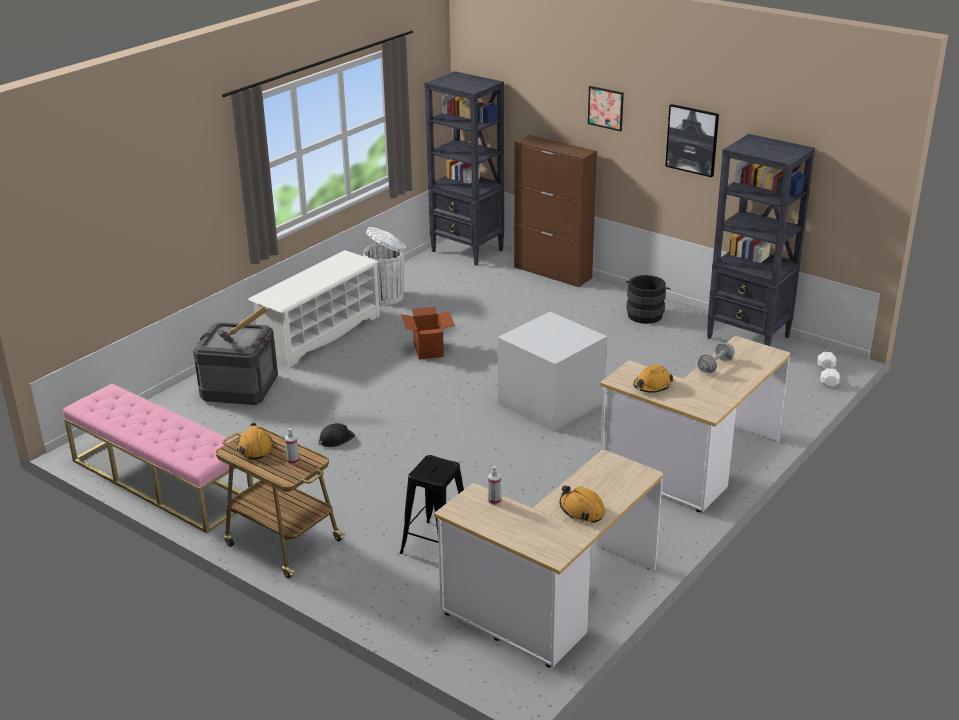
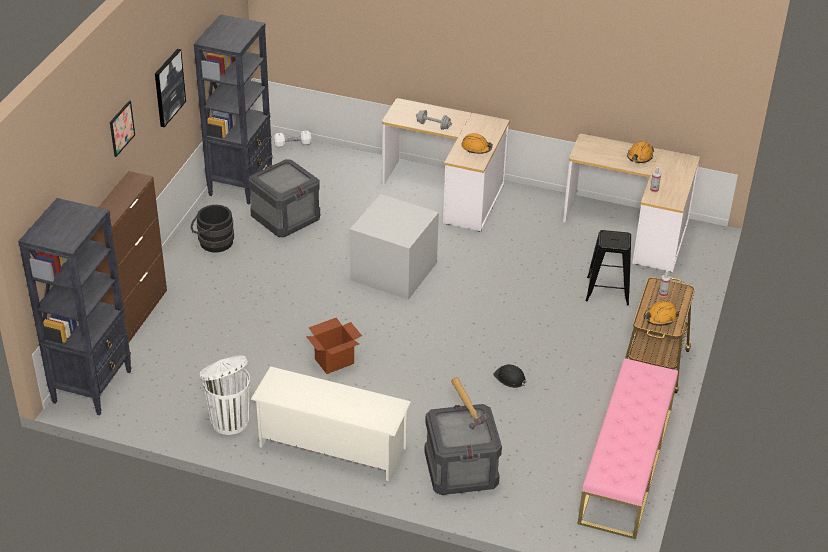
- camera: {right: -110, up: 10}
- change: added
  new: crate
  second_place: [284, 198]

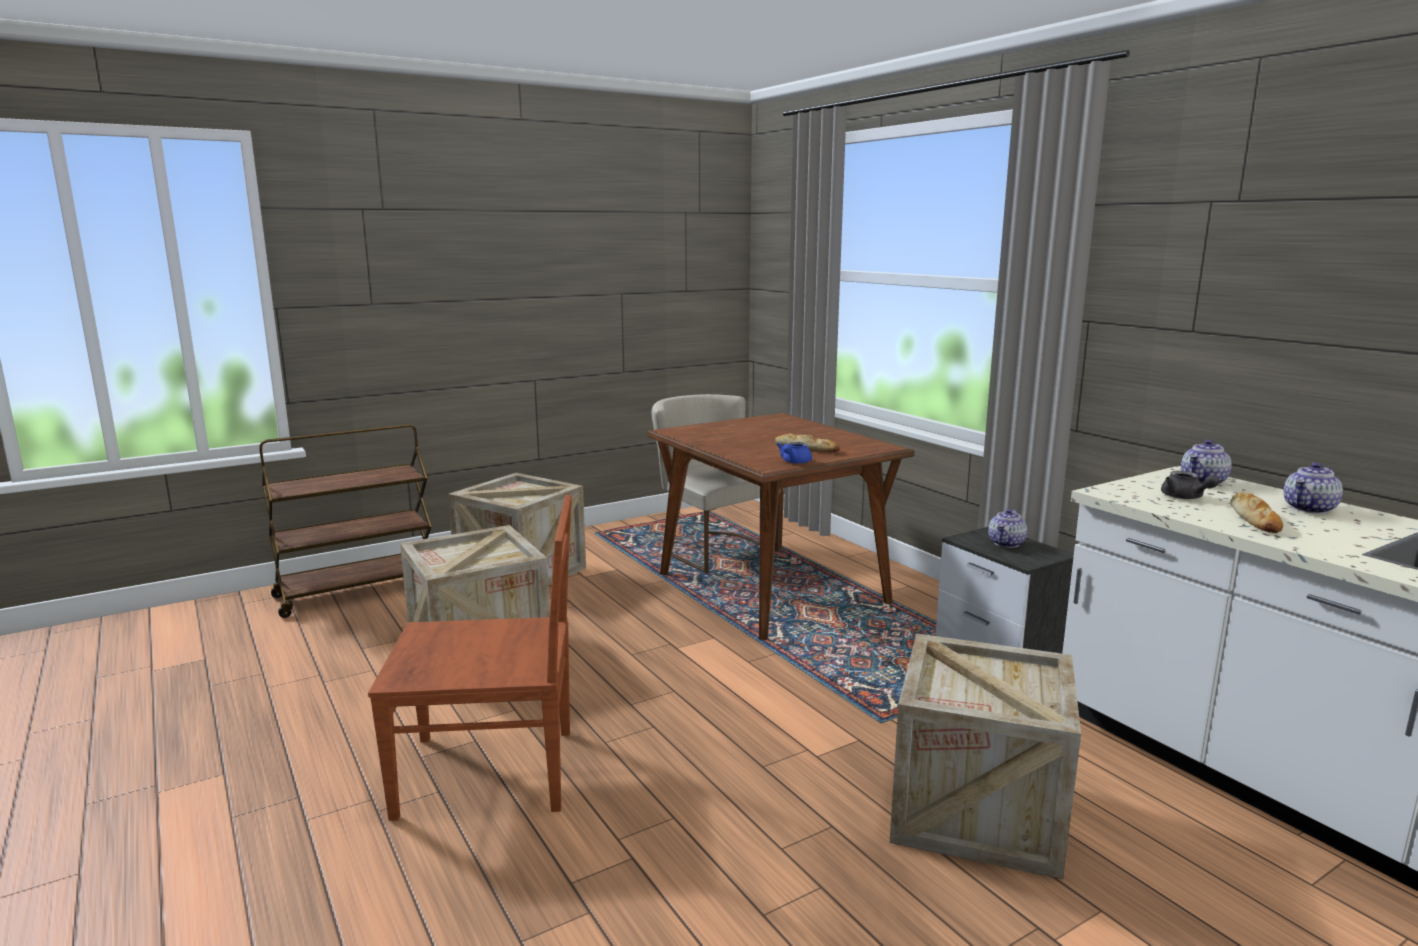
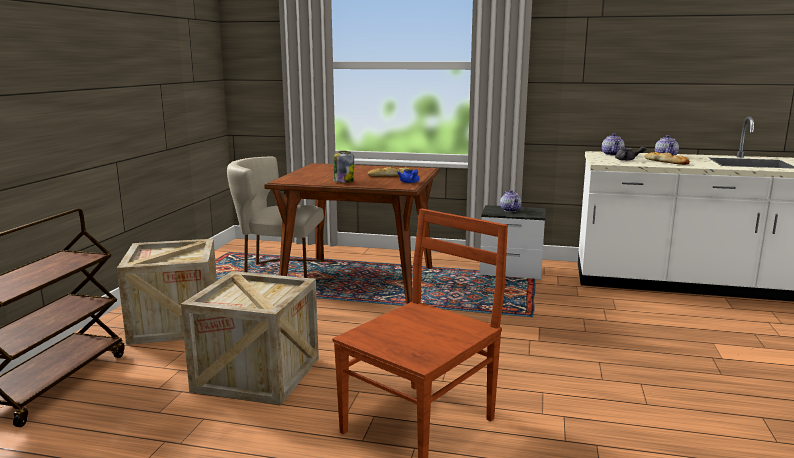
- camera: {right: -45, up: 0}
- change: removed
  old: crate
  first_place: [985, 756]
- change: added
  new: jar
  second_place: [343, 167]

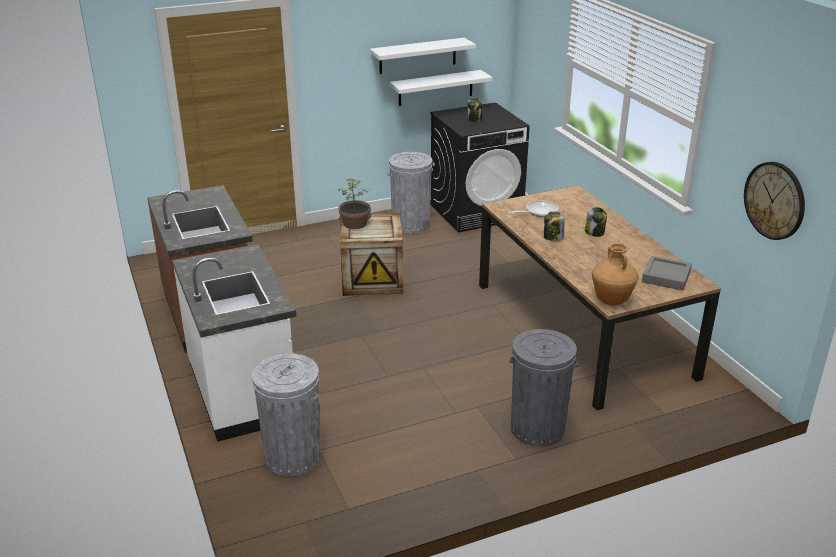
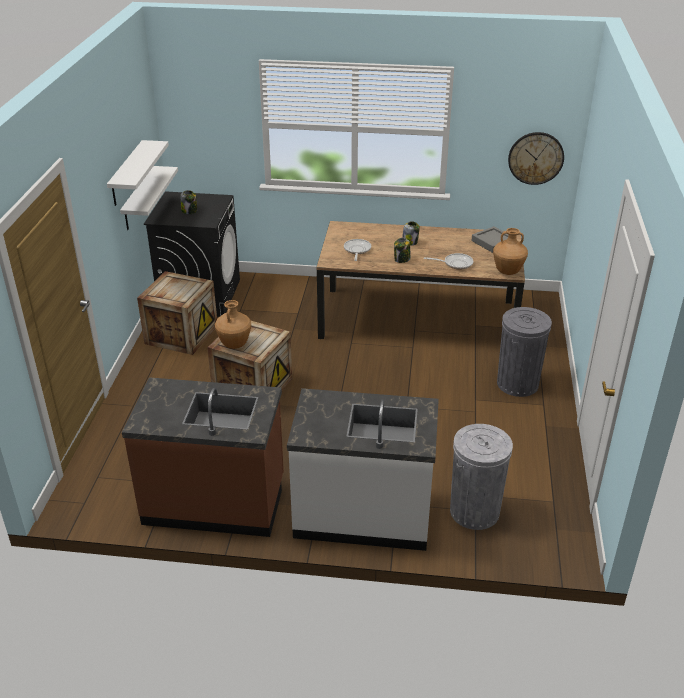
- camera: {right: -60, up: 5}
- change: replaced
  old: grey trash can
  new: crate
  first_place: [410, 192]
  second_place: [177, 313]
- change: replaced
  old: potted plant
  new: brown vase
  first_place: [354, 203]
  second_place: [233, 324]
- change: added
  new: frying pan
  second_place: [448, 261]

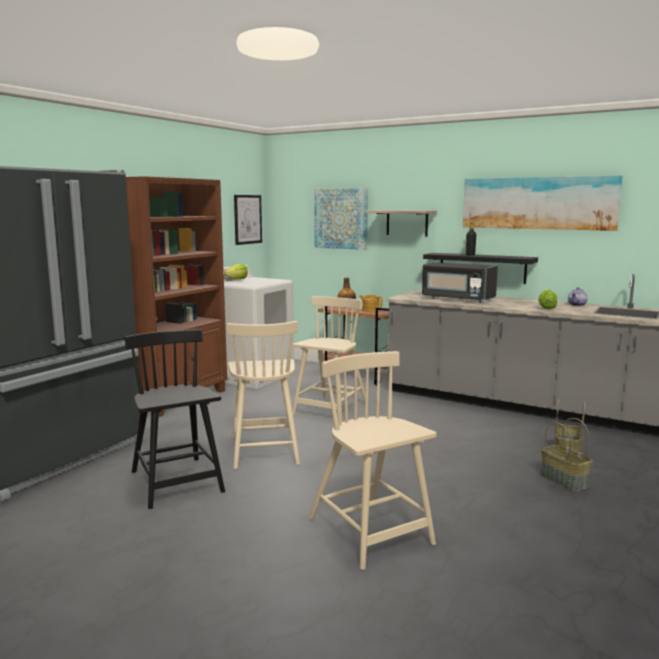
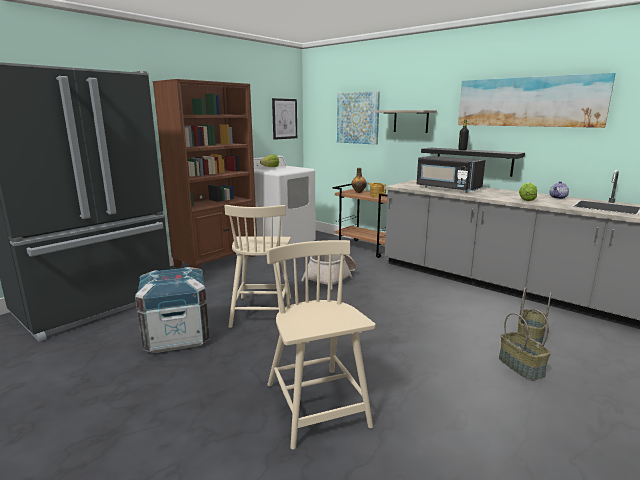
- camera: {right: 10, up: 5}
- change: replaced
  old: beige chair
  new: basket
  first_place: [328, 359]
  second_place: [328, 272]
- change: replaced
  old: black chair
  new: crate
  first_place: [175, 419]
  second_place: [172, 310]

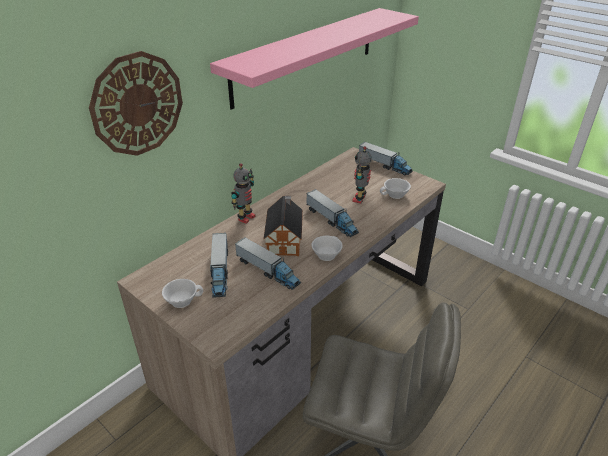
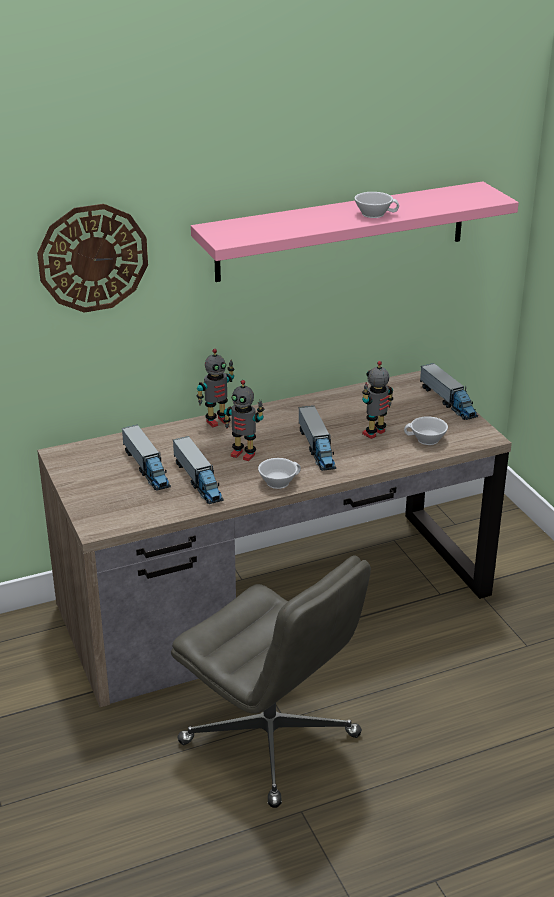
- camera: {right: 25, up: -5}
- change: replaced
  old: toy house
  new: toy robot
  first_place: [283, 226]
  second_place: [243, 420]
- change: turned
  old: toy truck
  first_place: [219, 265]
  second_place: [146, 458]
  degrees: -45
- change: moved
  old: white cup
  first_place: [182, 293]
  second_place: [377, 205]

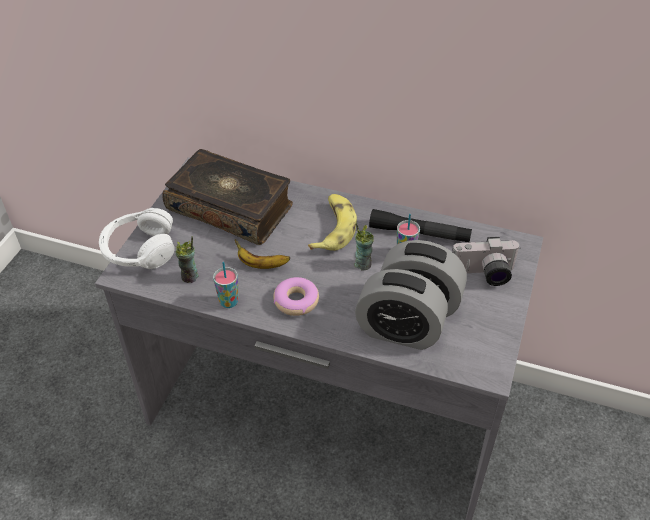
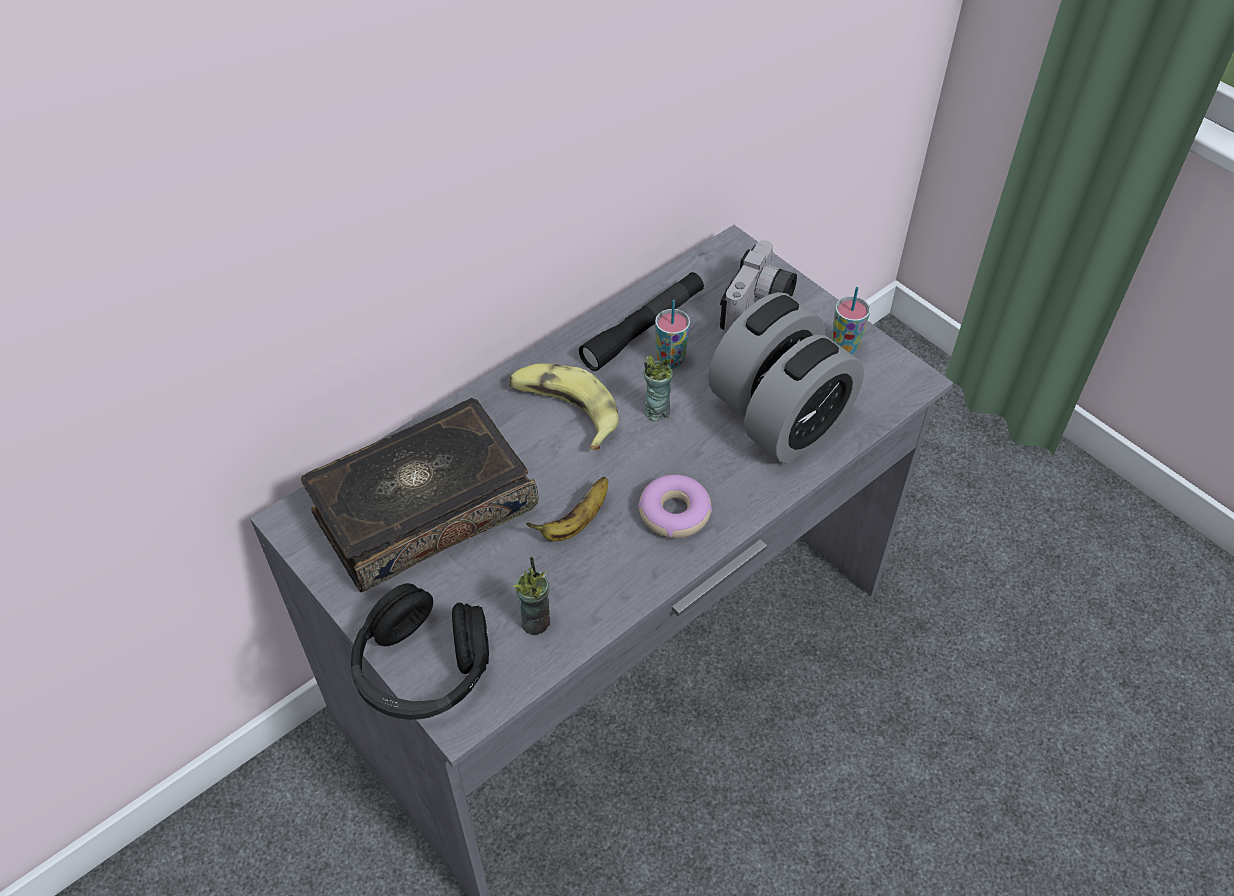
- camera: {right: -60, up: 5}
- change: recoloured
  old: white headphones
  new: black headphones
  first_place: [137, 238]
  second_place: [420, 651]
- change: moved
  old: cup
  first_place: [226, 285]
  second_place: [851, 320]

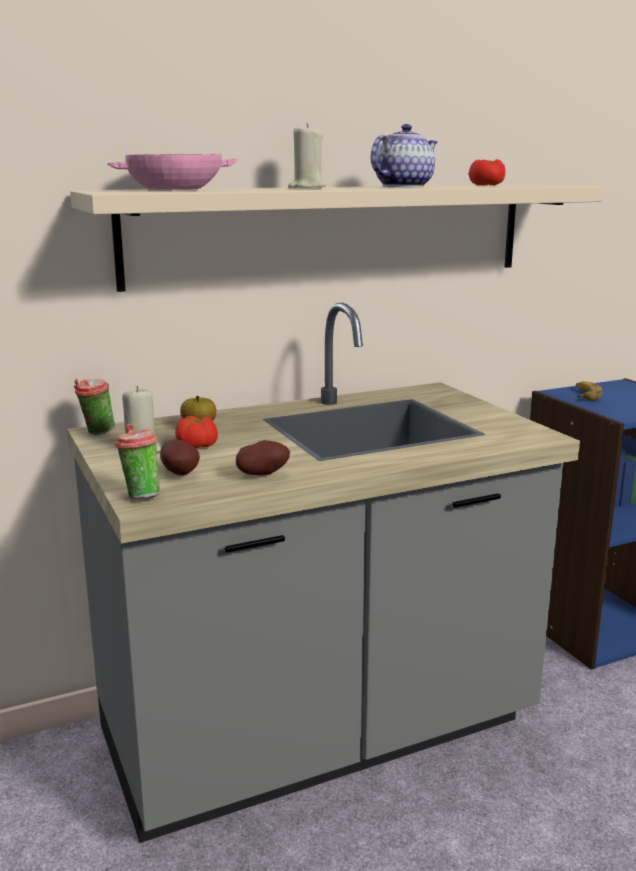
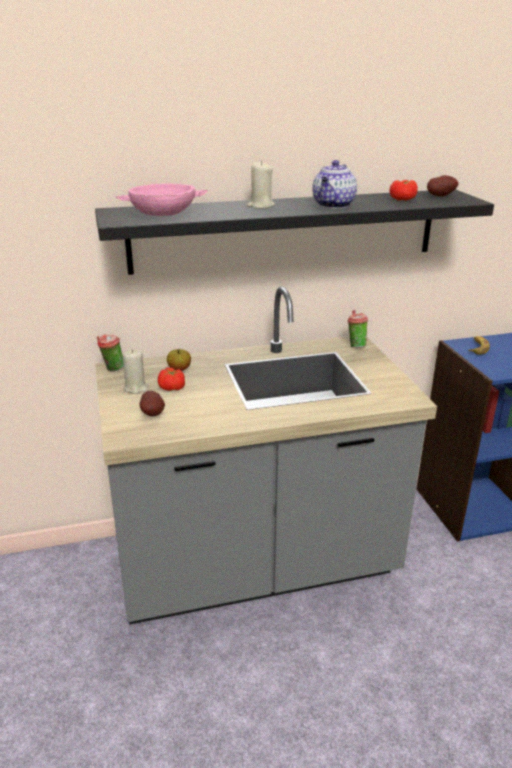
- camera: {right: 10, up: 10}
- change: turned
  old: teapot
  first_place: [404, 155]
  second_place: [334, 184]
  degrees: 150
- change: recoloured
  old: beige shelf
  new: black shelf
  first_place: [337, 238]
  second_place: [294, 232]
- change: moved
  old: cup
  first_place: [137, 461]
  second_place: [358, 329]
- change: moved
  old: potato
  first_place: [263, 457]
  second_place: [443, 186]

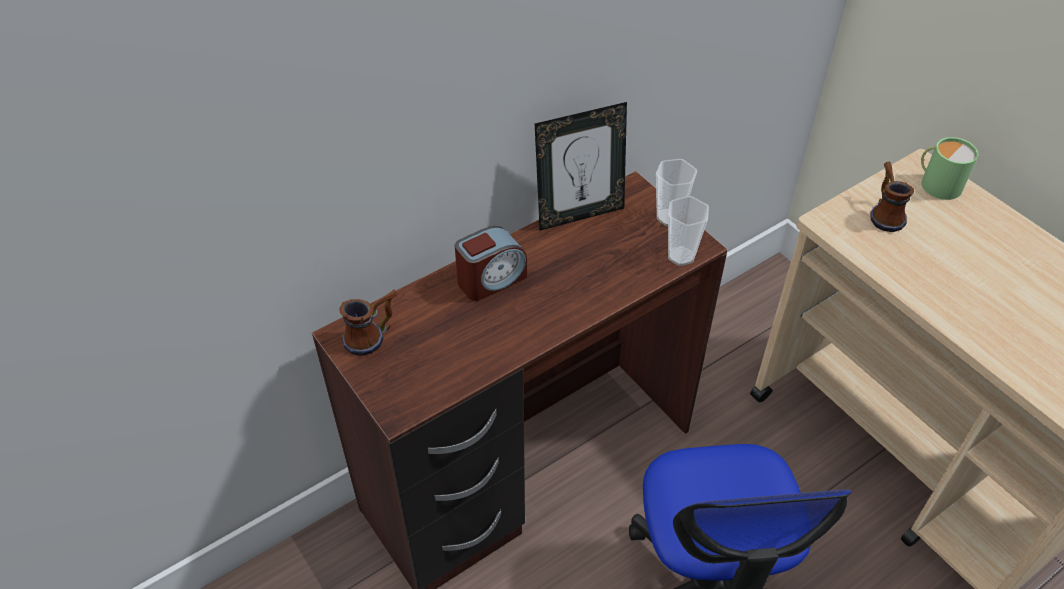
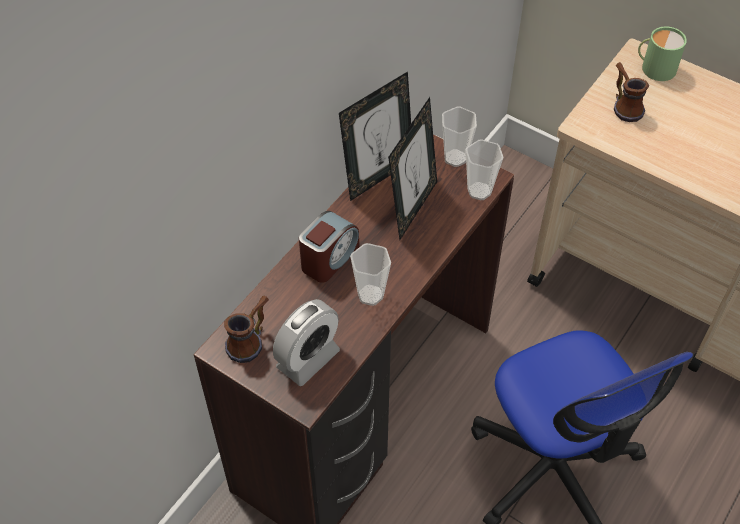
- camera: {right: -20, up: 5}
- change: added
  new: picture frame
  second_place: [412, 168]
- change: added
  new: cup
  second_place: [370, 274]
- change: added
  new: alarm clock
  second_place: [306, 342]

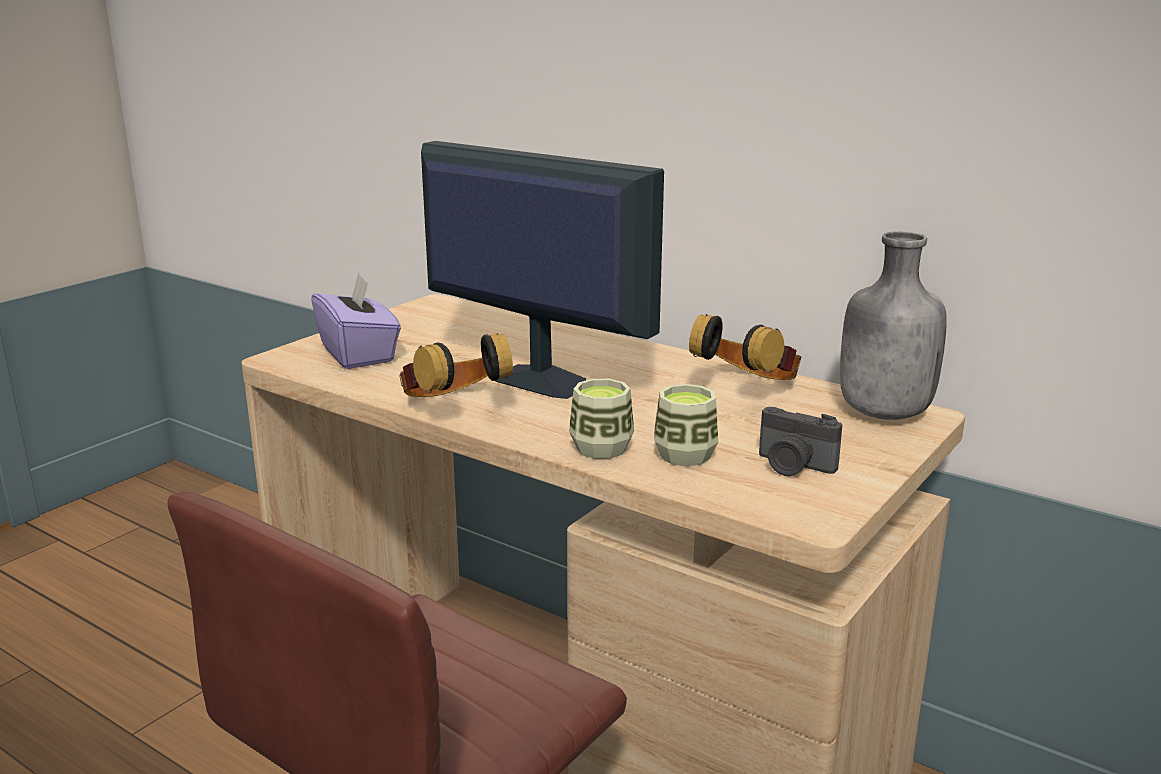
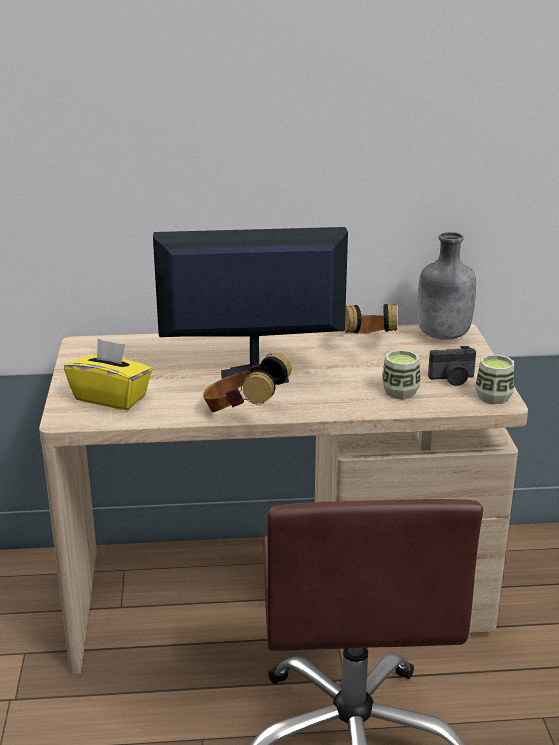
- camera: {right: -40, up: 5}
- change: recoloured
  old: purple tissue box
  new: yellow tissue box
  first_place: [356, 321]
  second_place: [108, 374]
- change: moved
  old: cup
  first_place: [601, 419]
  second_place: [494, 379]

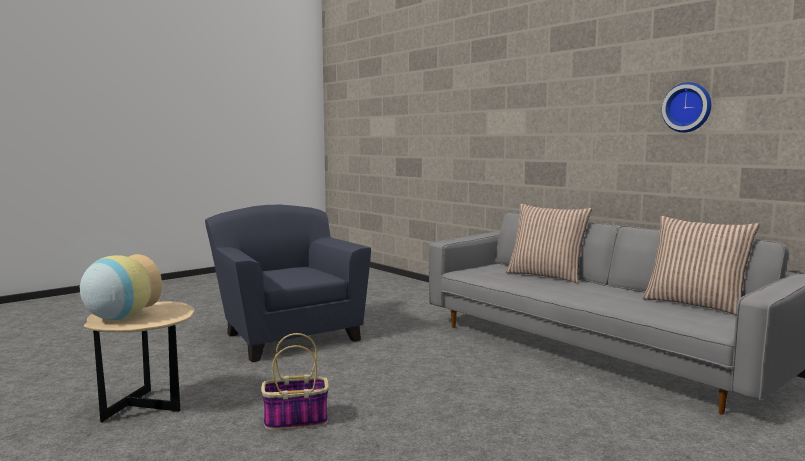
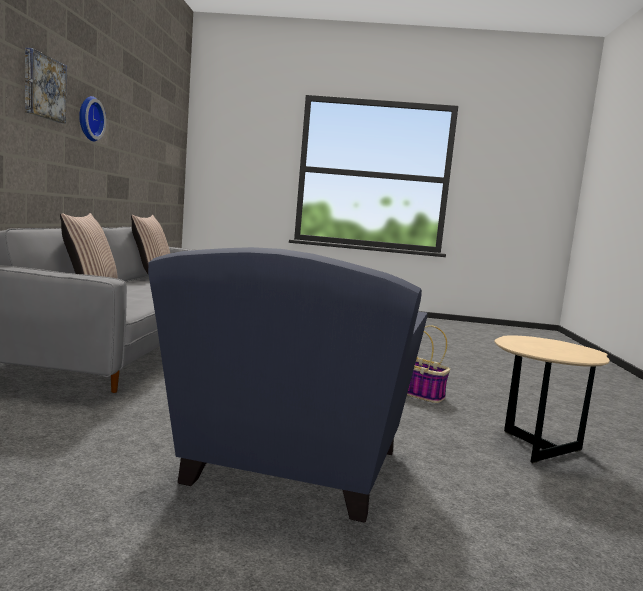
- camera: {right: -135, up: 0}
- change: removed
  old: vase
  first_place: [121, 287]
- change: added
  new: picture
  second_place: [46, 86]

